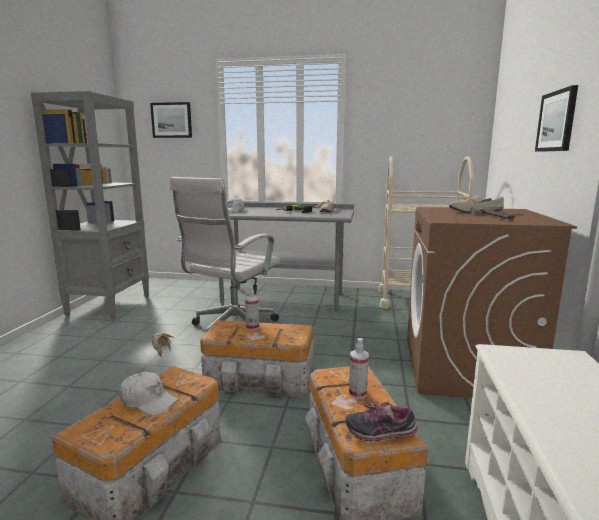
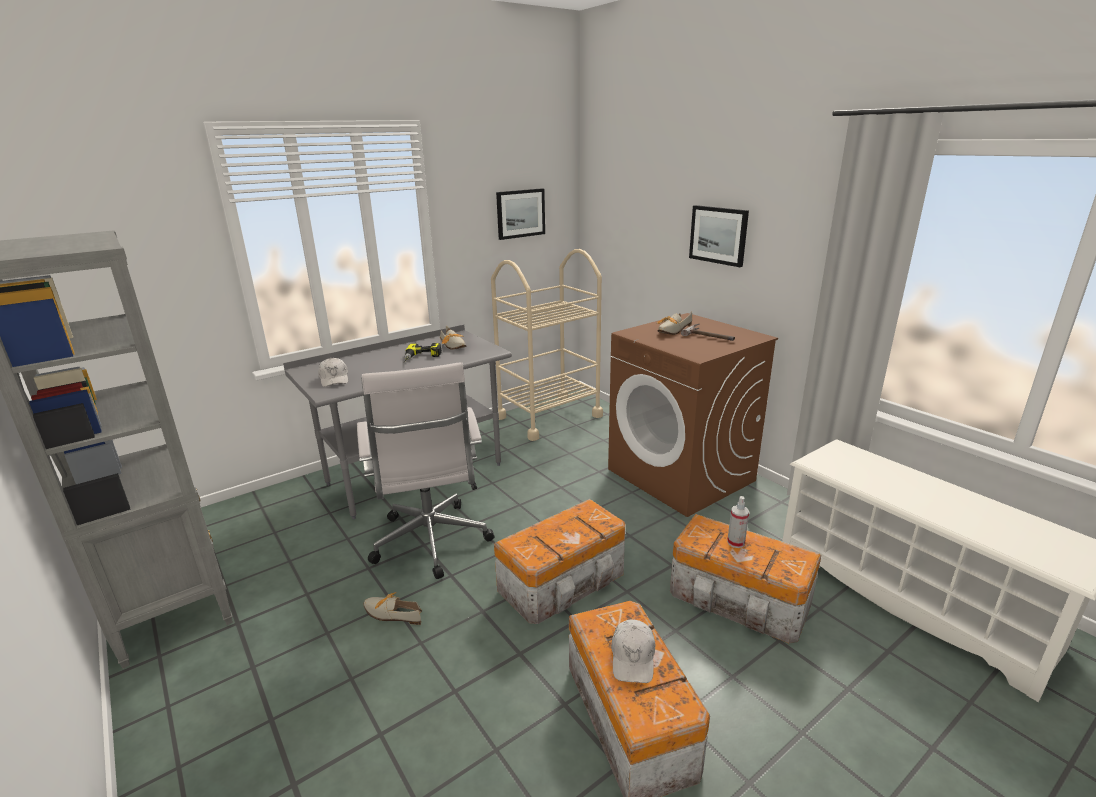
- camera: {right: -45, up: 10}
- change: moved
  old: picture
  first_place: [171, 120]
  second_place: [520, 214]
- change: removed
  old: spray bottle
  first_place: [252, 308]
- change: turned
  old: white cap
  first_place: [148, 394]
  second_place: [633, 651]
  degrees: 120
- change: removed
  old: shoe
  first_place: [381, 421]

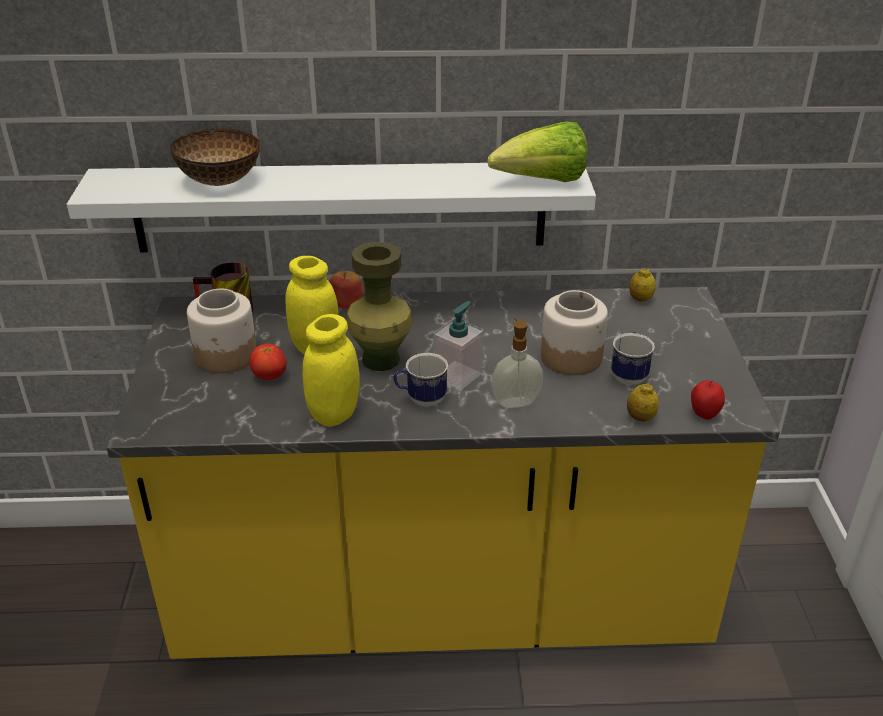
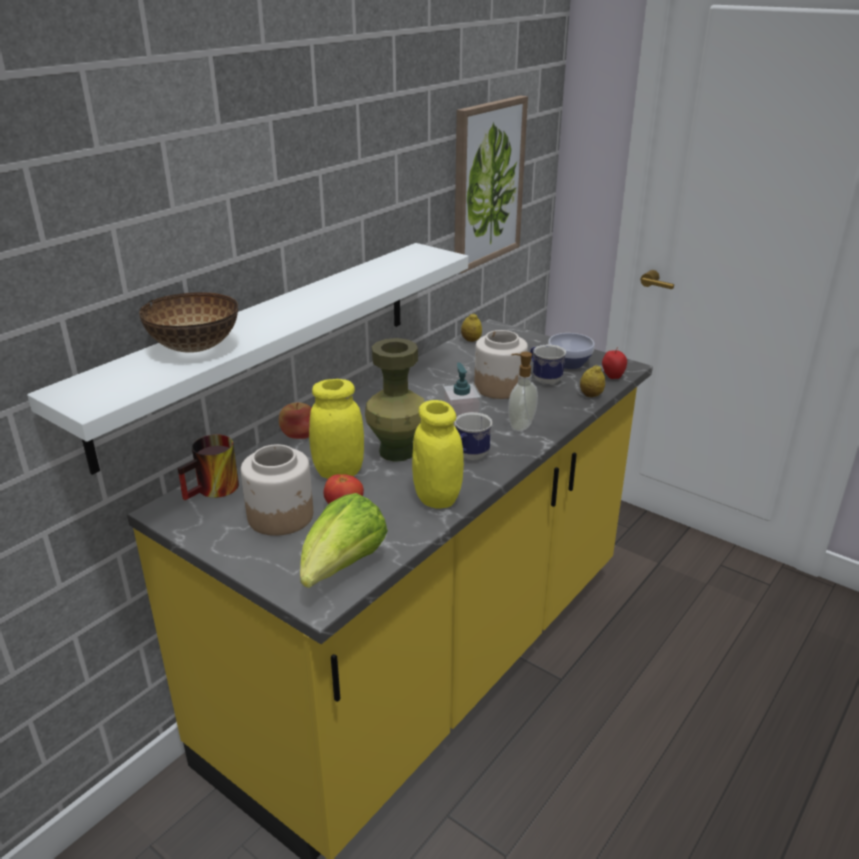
- camera: {right: -50, up: -5}
- change: moved
  old: lettuce
  first_place: [538, 152]
  second_place: [344, 540]
- change: added
  new: picture
  second_place: [491, 184]
- change: added
  new: bowl
  second_place: [571, 351]

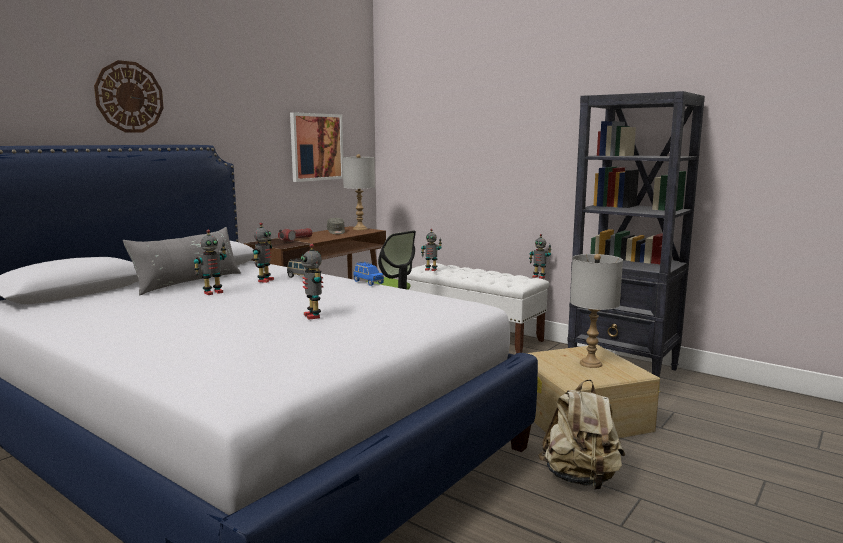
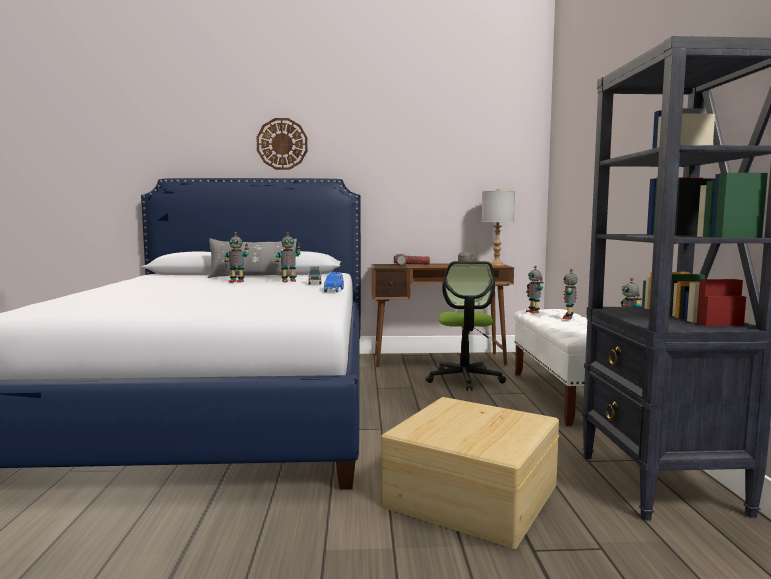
- camera: {right: 50, up: -5}
- change: removed
  old: picture
  first_place: [316, 147]
- change: moved
  old: toy robot
  first_place: [312, 282]
  second_place: [570, 294]
- change: removed
  old: grey table lamp
  first_place: [596, 311]
- change: removed
  old: beige backpack
  first_place: [581, 434]

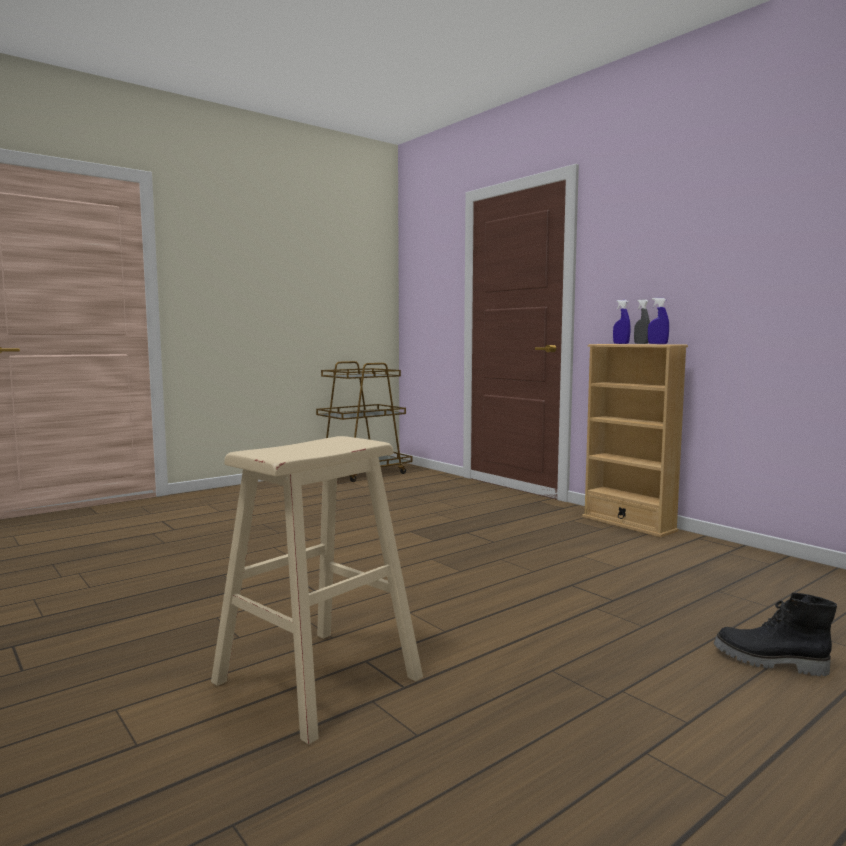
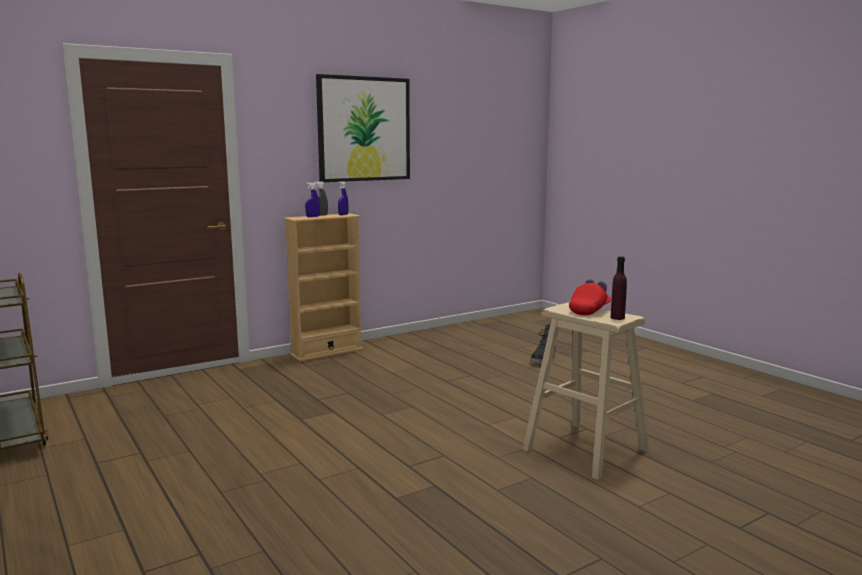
- camera: {right: -85, up: 5}
- change: added
  new: picture
  second_place: [363, 128]
- change: added
  new: purple bottle
  second_place: [618, 288]
- change: added
  new: red cap
  second_place: [590, 297]

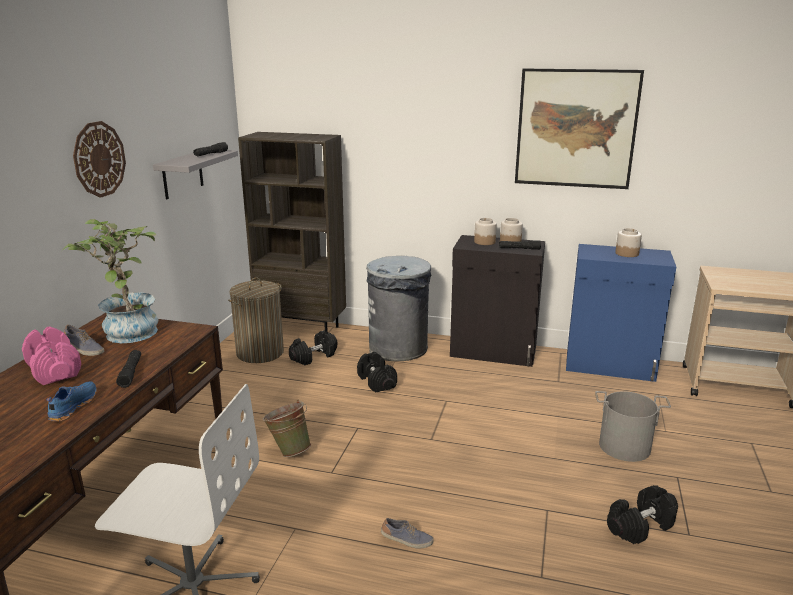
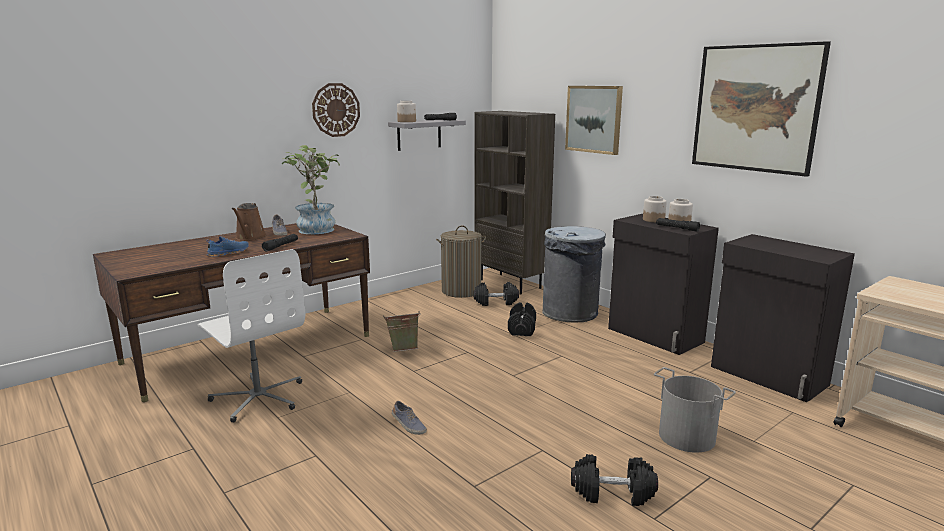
- camera: {right: 35, up: -5}
- change: moved
  old: jar
  first_place: [628, 242]
  second_place: [406, 111]
- change: recoloured
  old: blue cabinet
  new: black cabinet
  first_place: [621, 313]
  second_place: [783, 318]
- change: replaced
  old: pink dumbbell
  new: brown watering can
  first_place: [51, 356]
  second_place: [249, 221]
- change: added
  new: picture
  second_place: [594, 120]

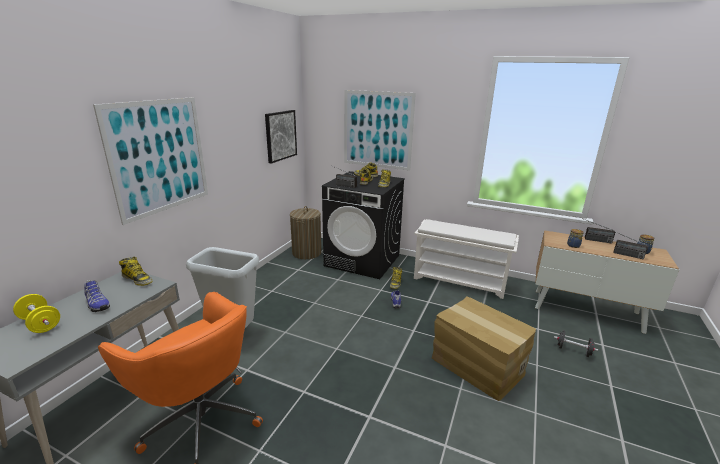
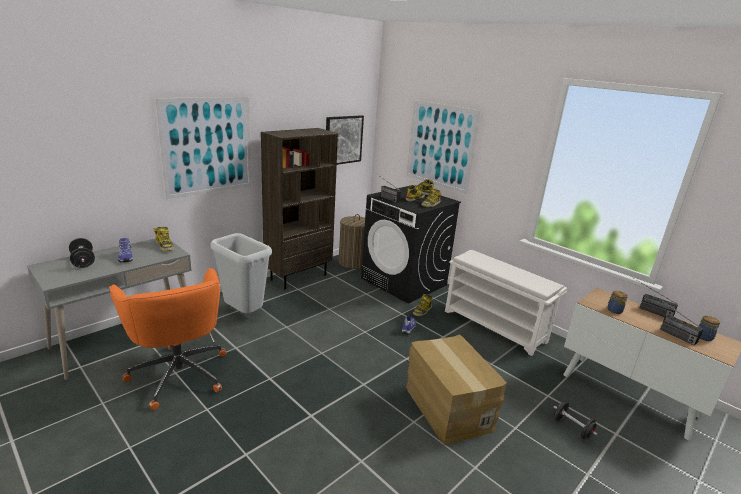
- camera: {right: 20, up: 0}
- change: recoloured
  old: yellow dumbbell
  new: black dumbbell
  first_place: [36, 313]
  second_place: [82, 253]
- change: added
  new: brown bookcase
  second_place: [299, 208]

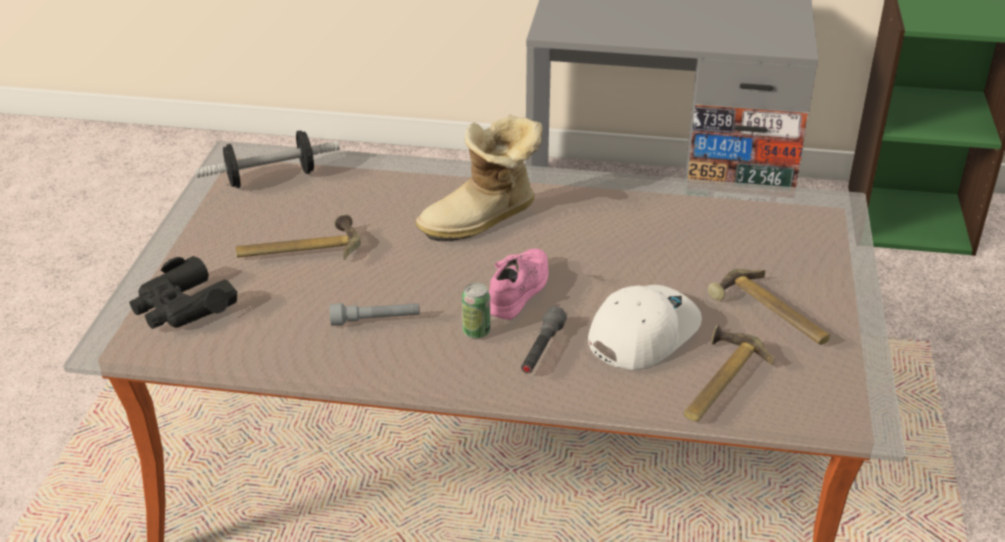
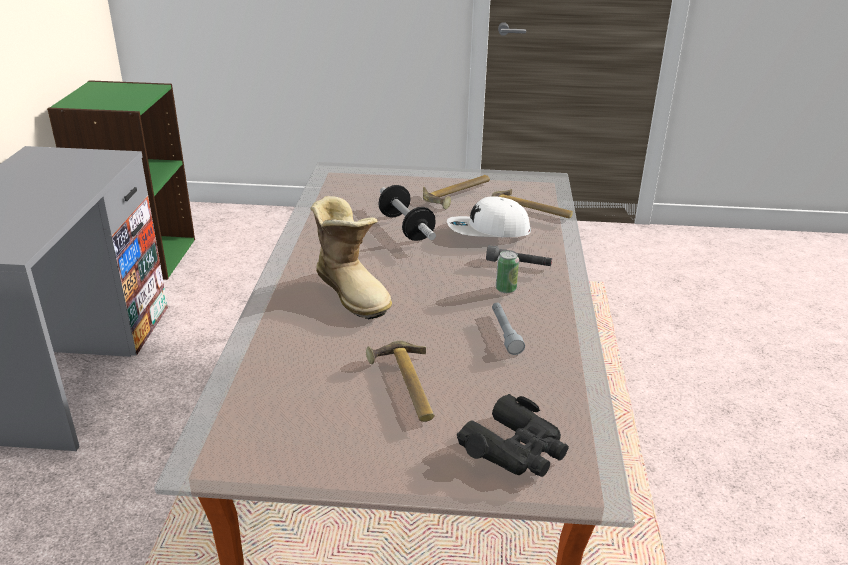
- camera: {right: -95, up: -5}
- change: moved
  old: dumbbell
  first_place: [267, 159]
  second_place: [407, 213]
- change: removed
  old: pink shoe
  first_place: [518, 284]
- change: turned
  old: white cap
  first_place: [645, 327]
  second_place: [489, 216]
  degrees: -45

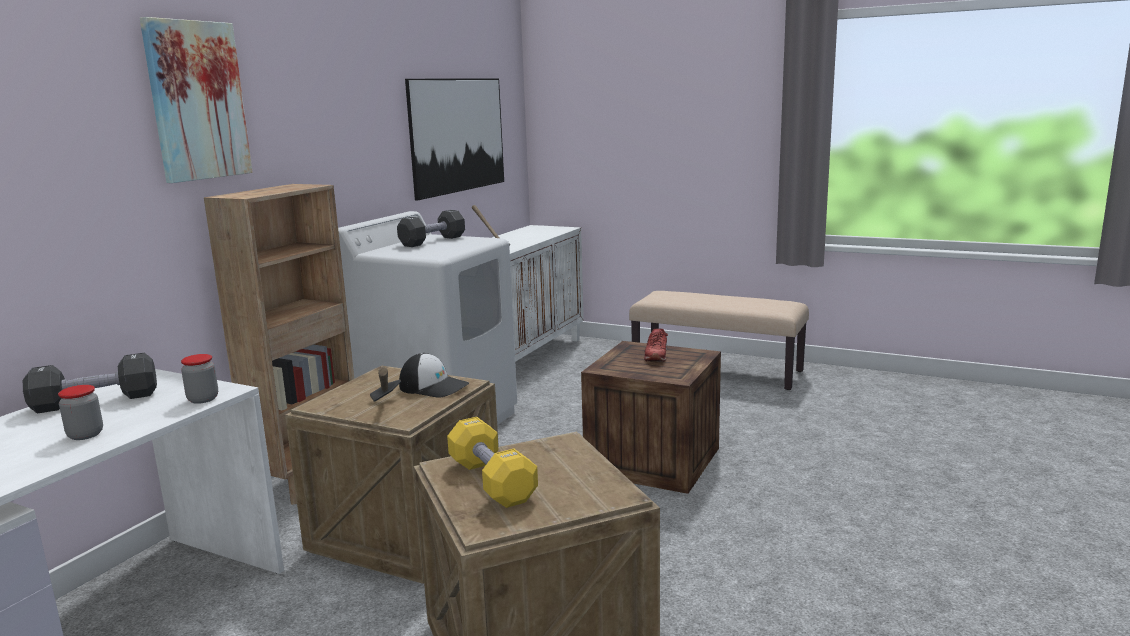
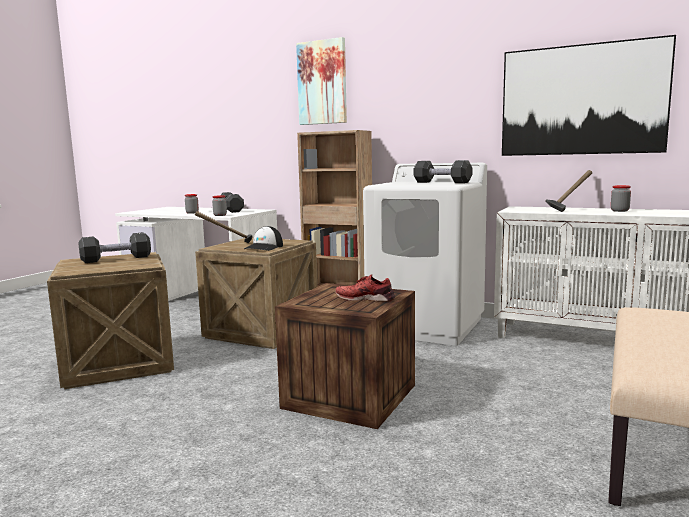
- camera: {right: 90, up: -5}
- change: recoloured
  old: yellow dumbbell
  new: black dumbbell
  first_place: [492, 462]
  second_place: [114, 247]
- change: added
  new: jar
  second_place: [621, 198]

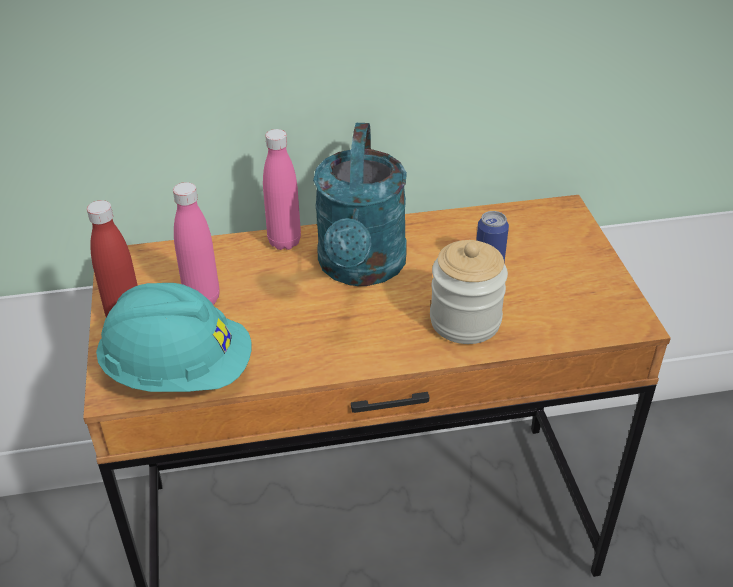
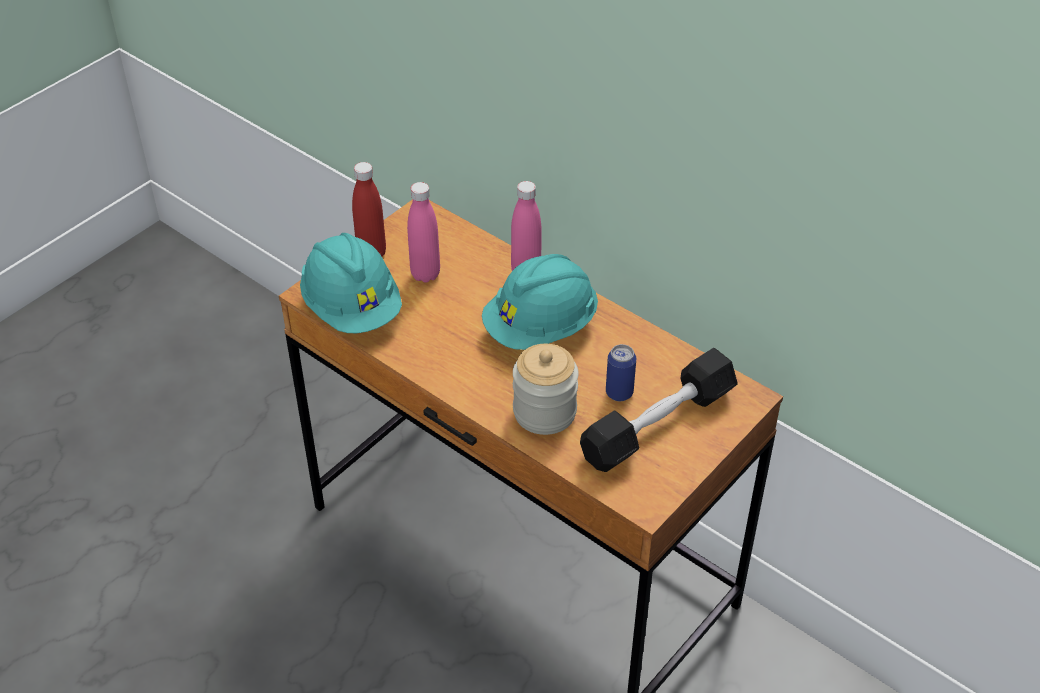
- camera: {right: 50, up: 5}
- change: replaced
  old: turquoise watering can
  new: turquoise hard hat
  first_place: [360, 204]
  second_place: [540, 302]
- change: added
  new: black dumbbell
  second_place: [659, 410]

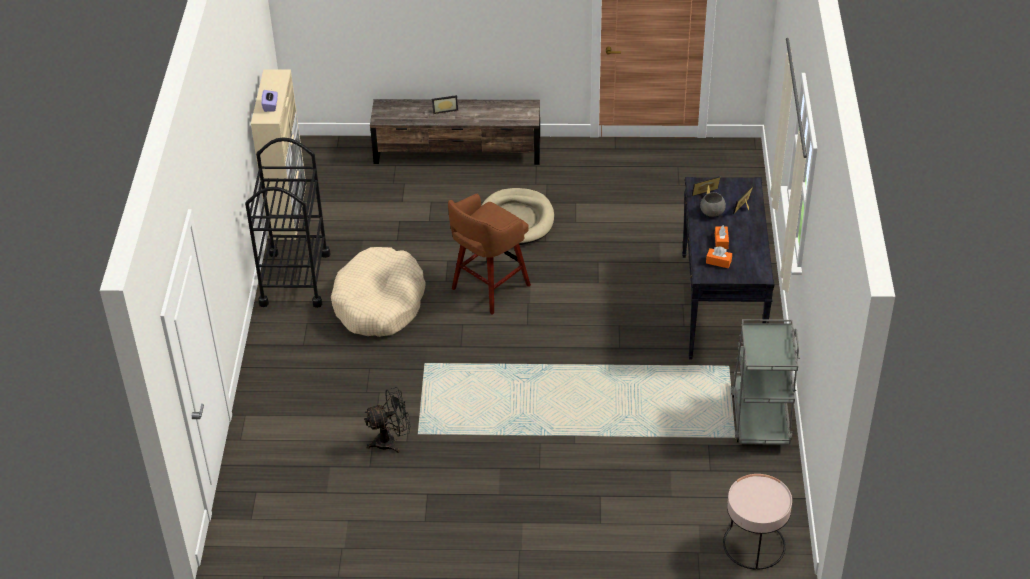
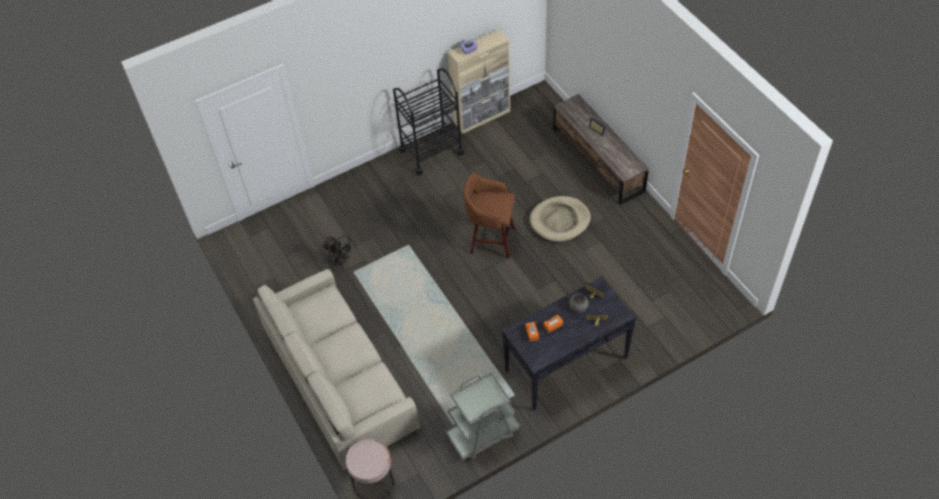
- camera: {right: 60, up: 10}
- change: removed
  old: beige dog bed
  first_place: [378, 292]
- change: added
  new: beige sofa
  second_place: [336, 369]

